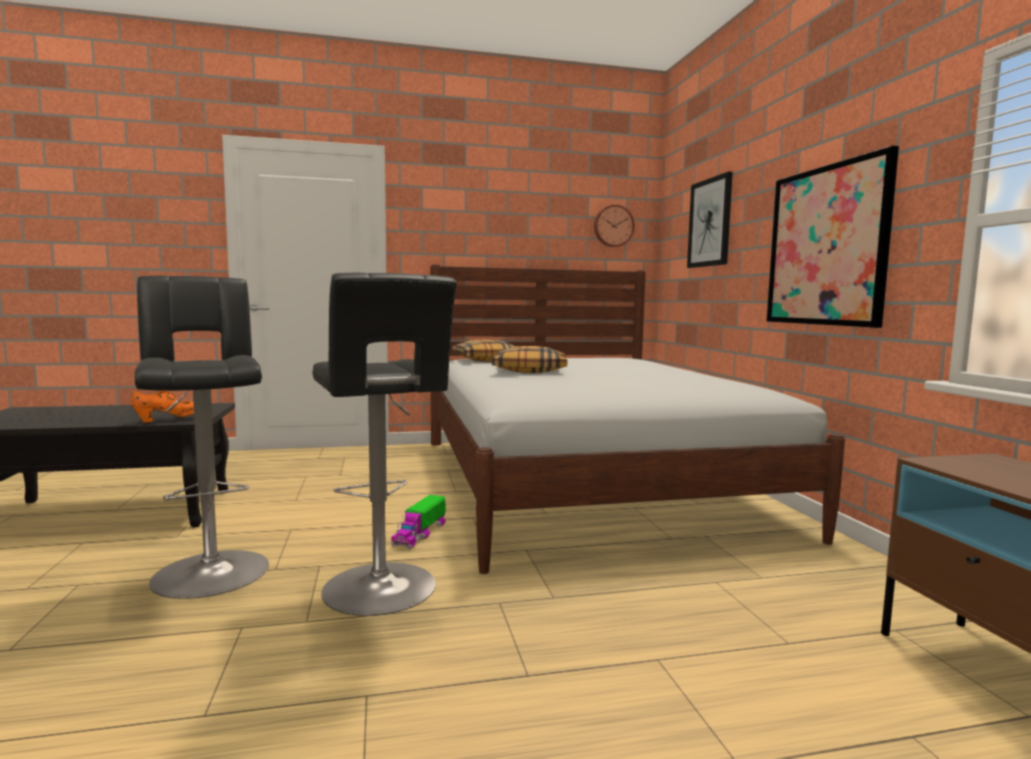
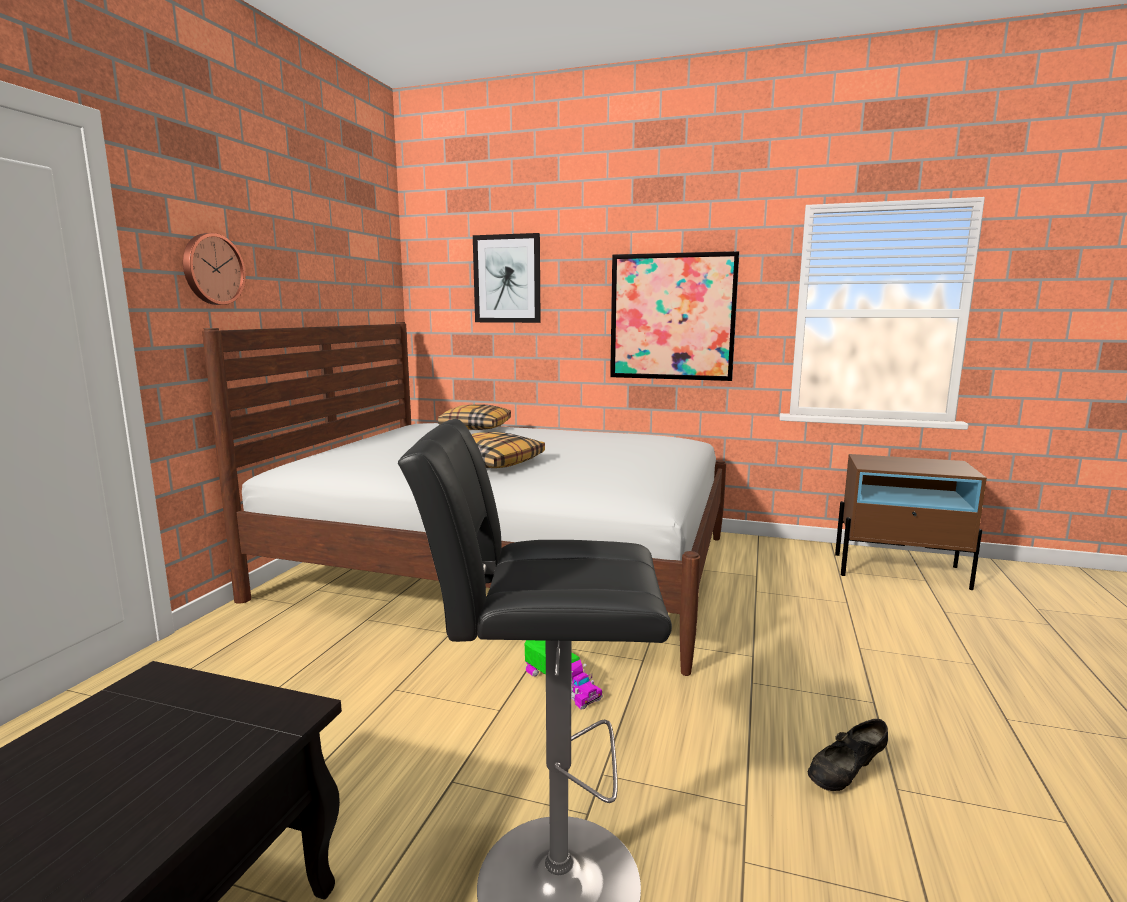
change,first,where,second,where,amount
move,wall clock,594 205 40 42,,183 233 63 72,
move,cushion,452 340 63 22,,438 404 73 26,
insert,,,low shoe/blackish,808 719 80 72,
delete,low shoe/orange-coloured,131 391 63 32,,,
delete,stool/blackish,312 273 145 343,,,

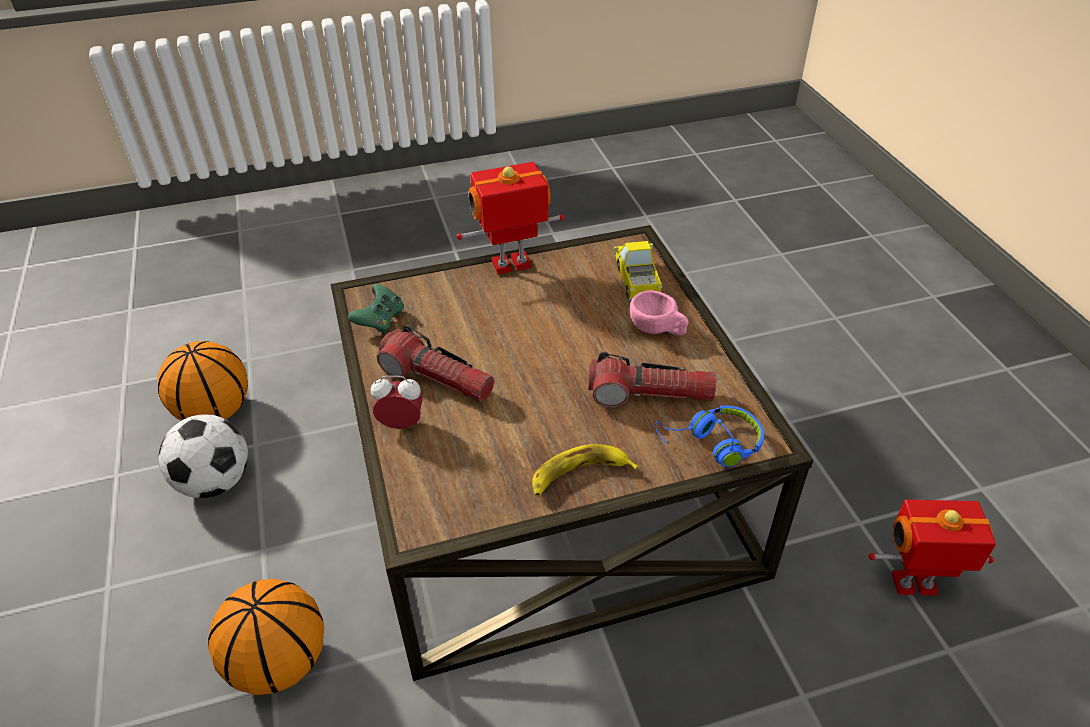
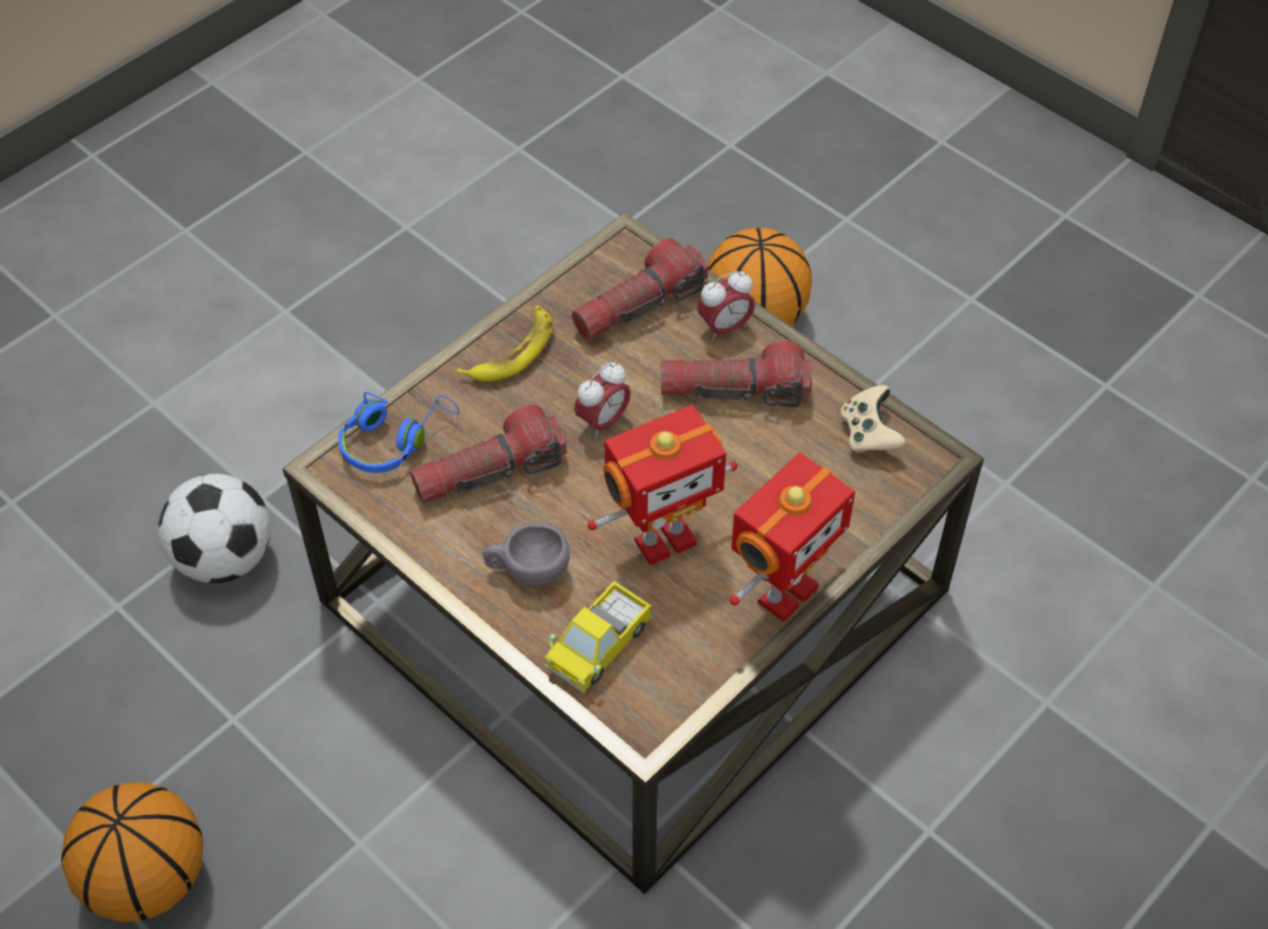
change,first,where,second,where,amount
move,ball for basketball,158 341 90 80,,61 782 142 140,
move,football ball,158 414 90 84,,158 474 113 109,
recolor,small cup/pink-coloured,630 290 59 45,small cup/grey,483 524 87 62,
rotate,toy truck,614 241 49 60,,544 581 109 113,75 degrees clockwise
insert,,,flashlight,571 238 137 102,
insert,,,bedside clock,574 362 57 77,
move,model robot,868 499 128 97,,587 405 150 160,
recolor,joypad/greenish,348 284 56 49,joypad/beige,840 385 66 68,

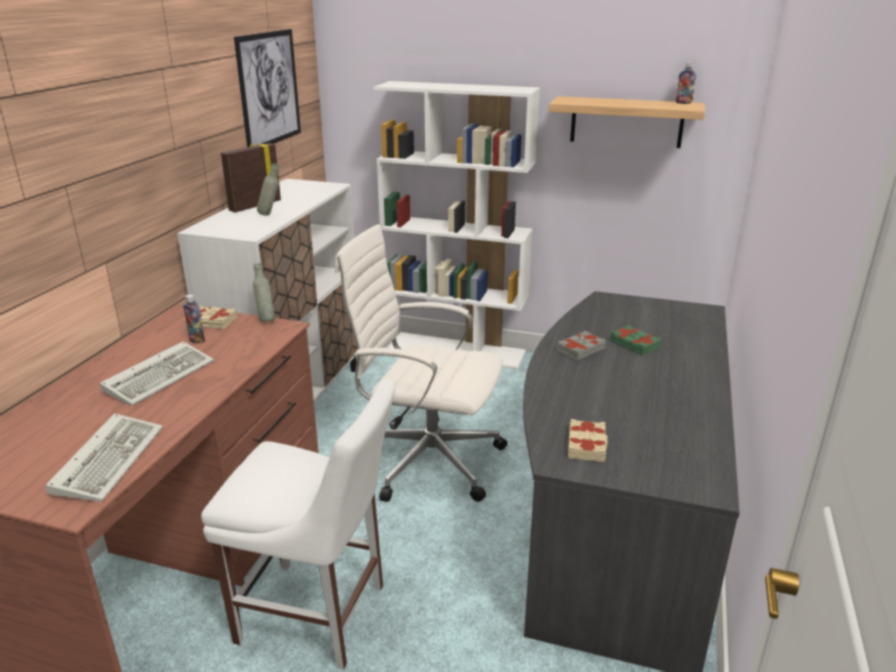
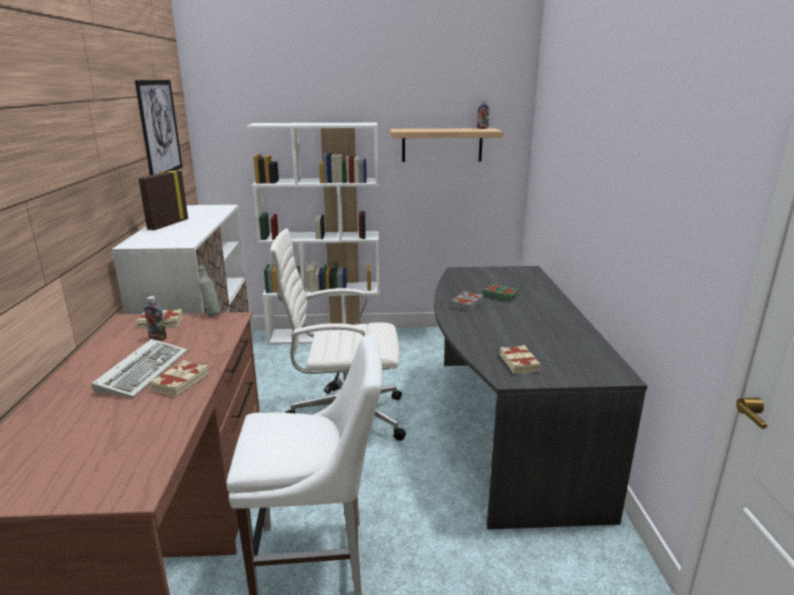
change,first,where,second,where,amount
insert,,,volume/beige,150 360 59 37,
delete,computer keyboard,46 413 117 89,,,
delete,beverage bottle/grey,257 163 22 53,,,

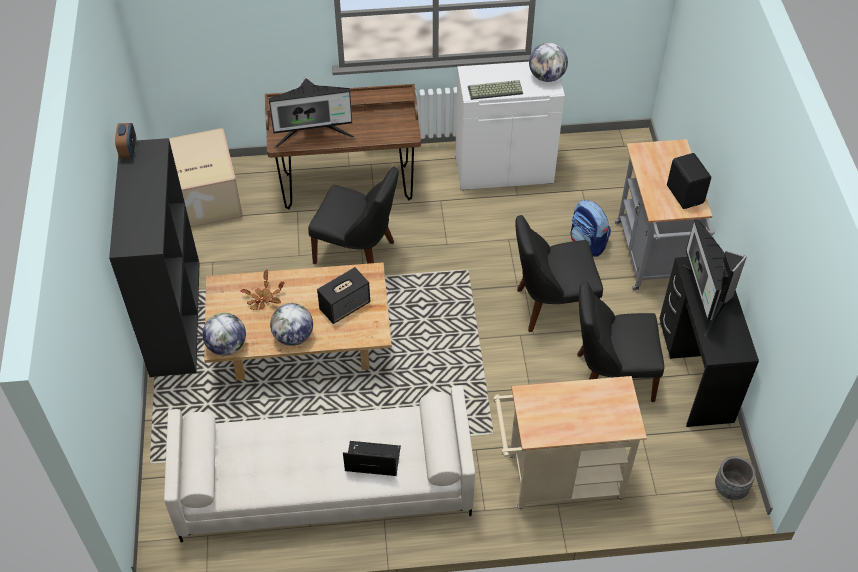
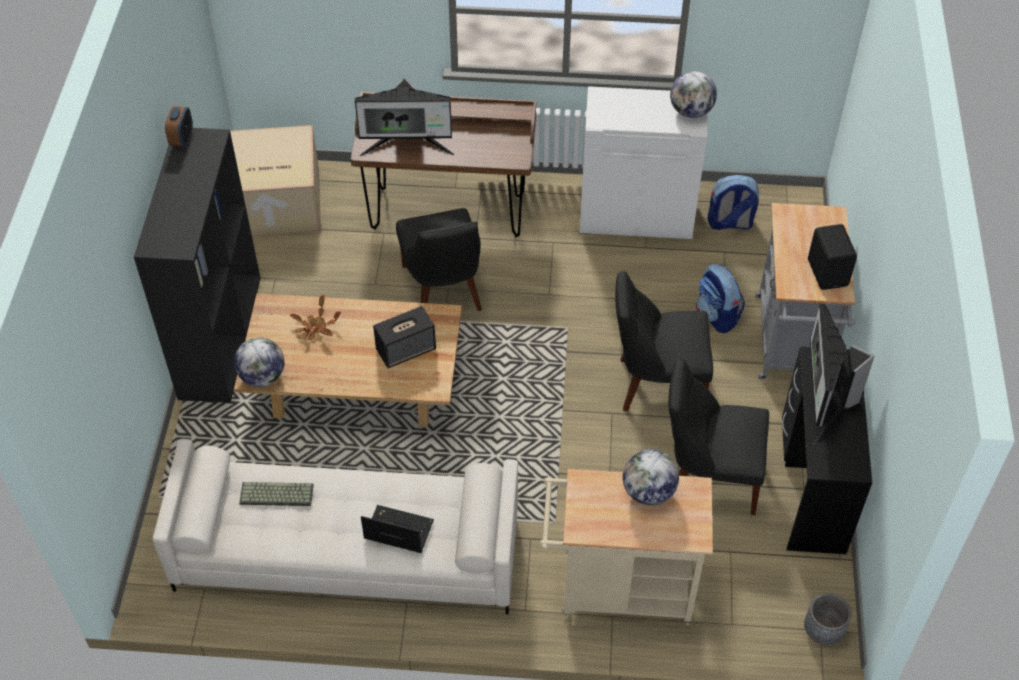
change,first,where,second,where,amount
move,computer keyboard,468 80 55 20,,239 482 75 24,
rotate,chair/blackish,308 167 91 97,,396 208 86 103,45 degrees clockwise
move,globe,270 303 43 43,,623 449 56 57,
insert,,,backpack,708 175 51 55,

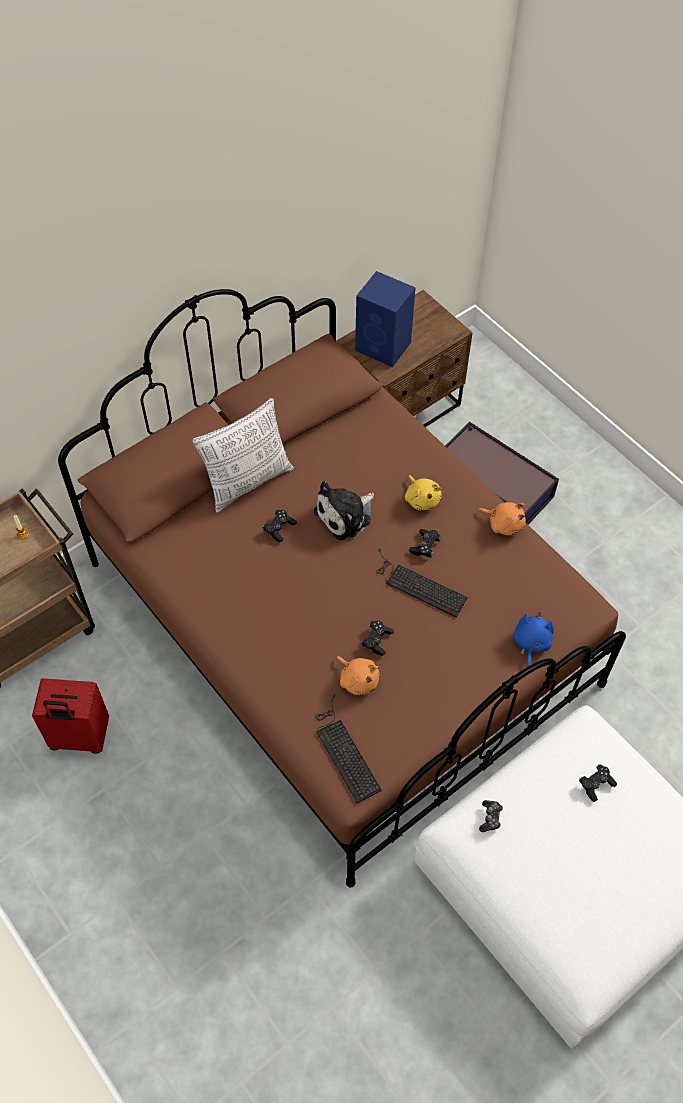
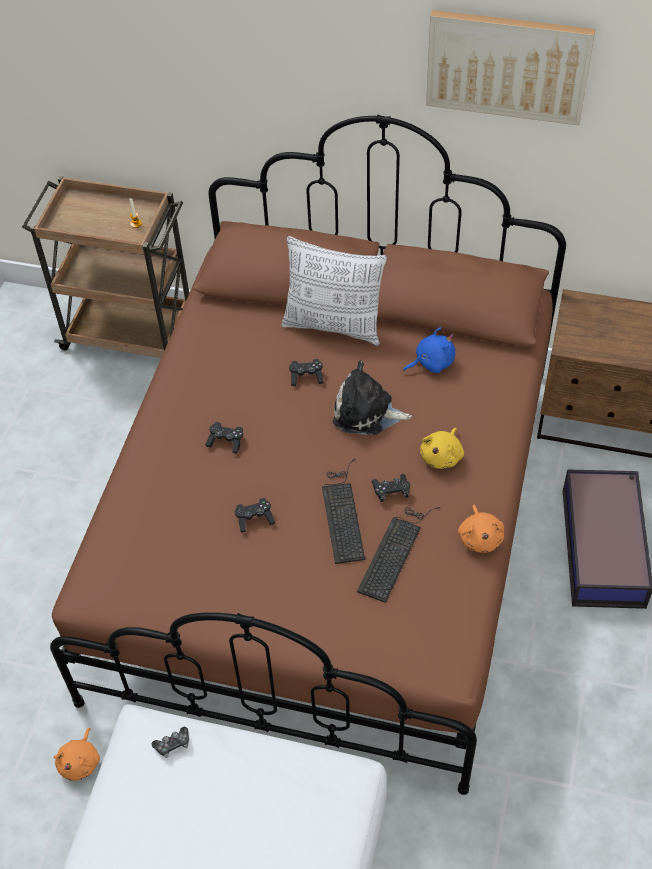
change,first,where,second,where,amount
move,plush toy/orange-coloured,337 656 43 40,,54 728 46 53,
move,joypad/blackish,579 765 38 37,,205 422 38 32,
move,computer keyboard,315 694 67 110,,357 507 83 96,
move,plush toy/blue-coloured,513 611 41 57,,403 327 52 46,
insert,,,picture,426 10 170 115,
delete,travel case/reddish,32 678 77 76,,,
delete,loudspeaker/blue-coloured,355 271 61 96,,,

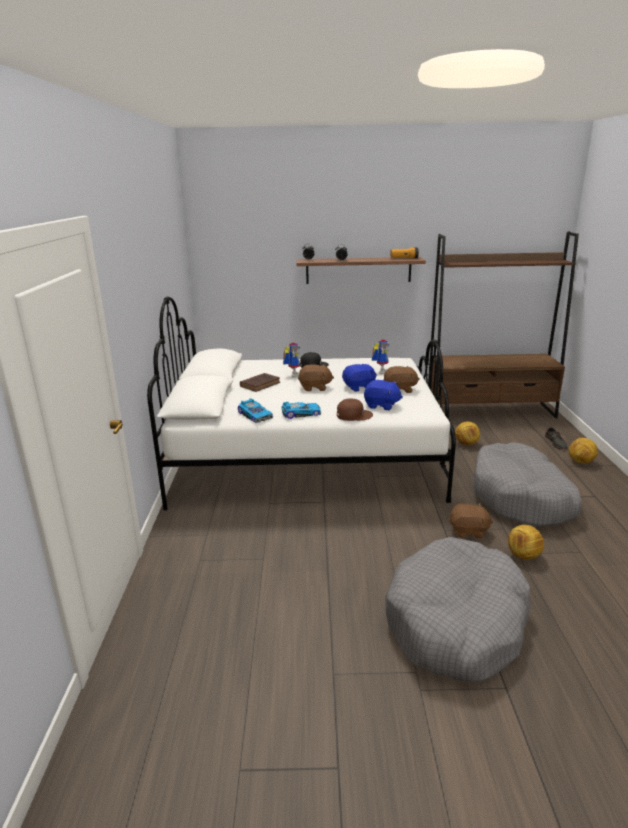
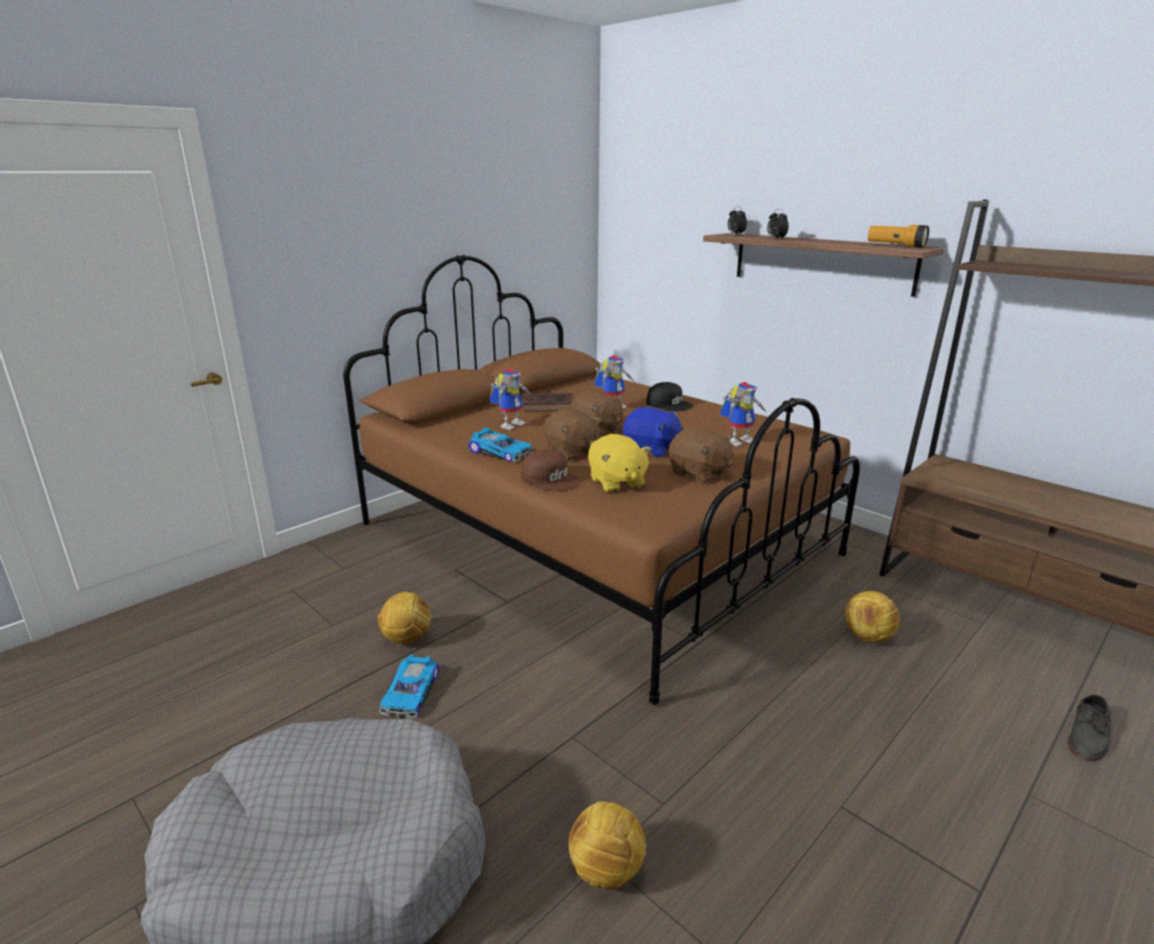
change,first,where,second,where,amount
recolor,sleeping bed/white,147 296 309 214,sleeping bed/brown-coloured,343 255 517 450,
move,football ball,569 438 29 26,,377 592 54 52,
move,toy car,238 398 35 25,,379 654 60 64,
insert,,,model robot,490 369 42 61,
move,plush toy/brown-coloured,449 503 44 36,,543 409 59 52,
recolor,plush toy/blue-coloured,364 380 39 30,plush toy/yellow-coloured,588 434 64 59,
delete,dog bed/grey,473 442 109 85,,,

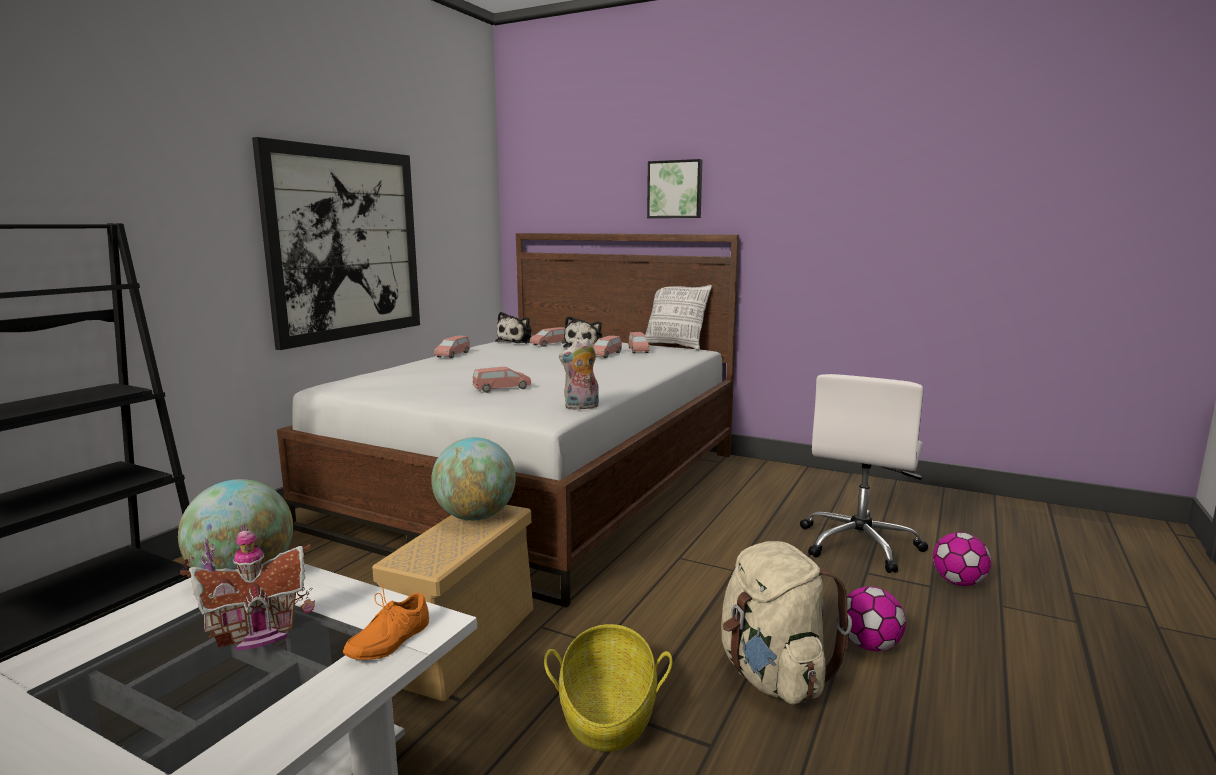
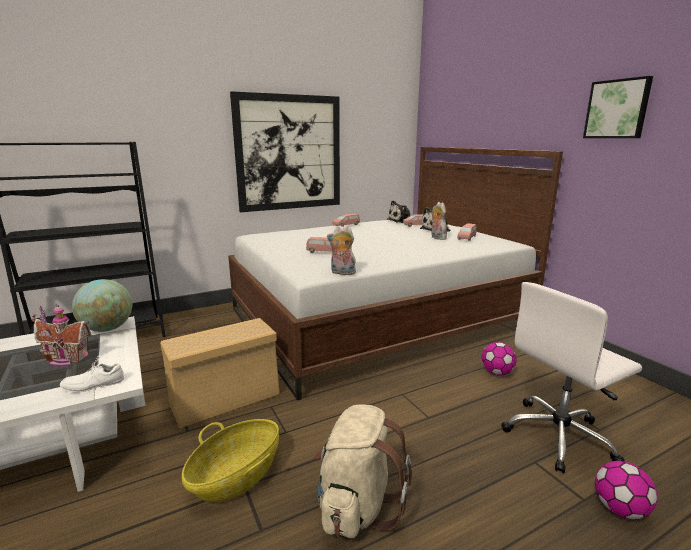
change,first,where,second,where,amount
recolor,low shoe/orange-coloured,343 584 86 76,low shoe/white,60 353 64 40,
replace,toy car/pink-coloured,593 336 29 22,plush toy,431 202 16 38,
move,football ball,847 587 59 64,,482 342 34 34,
move,picture,647 159 55 59,,583 76 70 62,
delete,globe,431 437 85 84,,,
delete,cushion,645 285 67 66,,,

